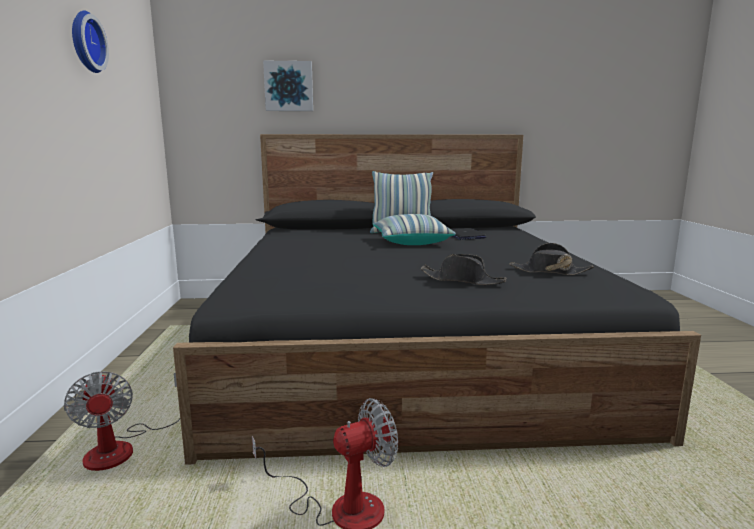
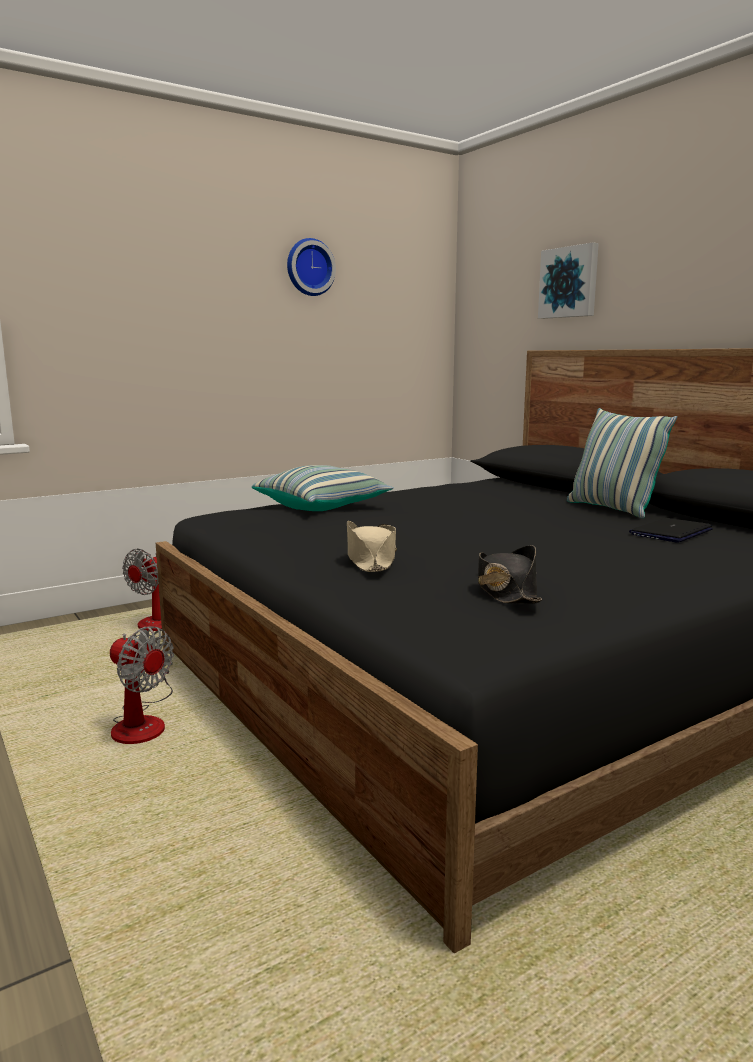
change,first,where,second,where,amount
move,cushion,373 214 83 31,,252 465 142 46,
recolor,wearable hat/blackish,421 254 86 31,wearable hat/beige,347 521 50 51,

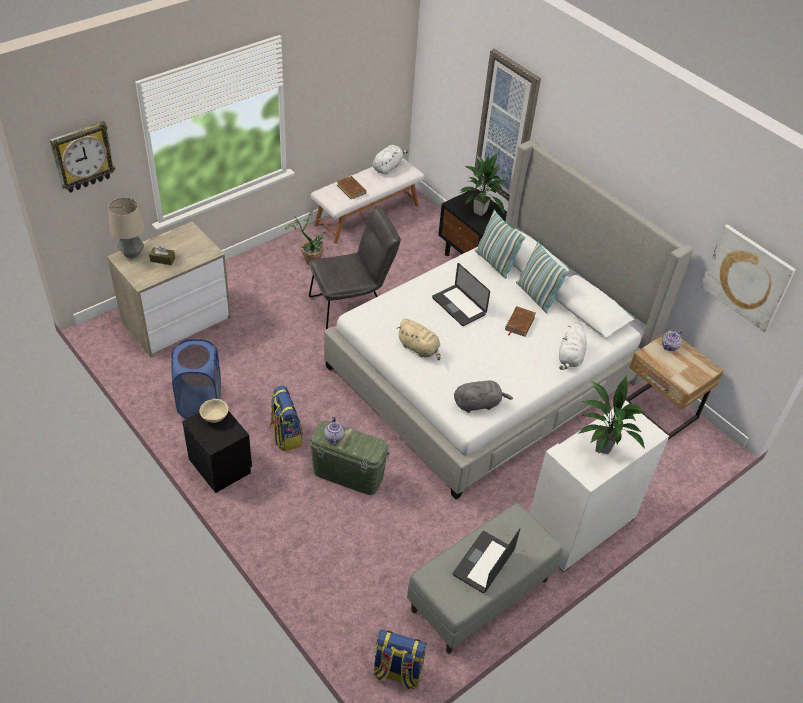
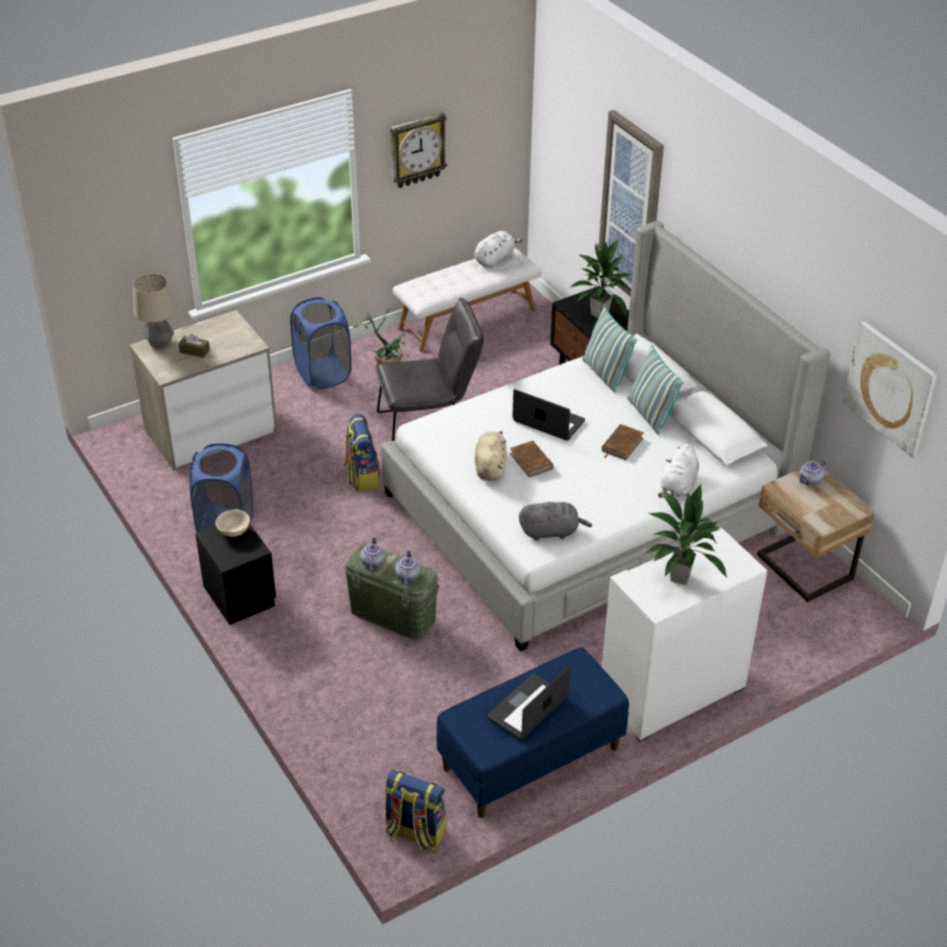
change,first,where,second,where,amount
insert,,,washing basket/blue-coloured,290 297 62 92,
move,backpack,270 385 33 67,,344 414 37 78,
move,wall clock,50 121 66 72,,390 112 57 76,
insert,,,pot for tea,395 550 25 35,
recolor,bench/grey,407 503 155 150,bench/blue-coloured,436 647 193 171,
rotate,plush toy/beige,396 319 45 41,,475 431 32 50,135 degrees counterclockwise
move,volume/brown-coloured,337 176 29 23,,510 441 43 36,
rotate,portable computer,432 263 58 63,,512 389 73 52,150 degrees clockwise

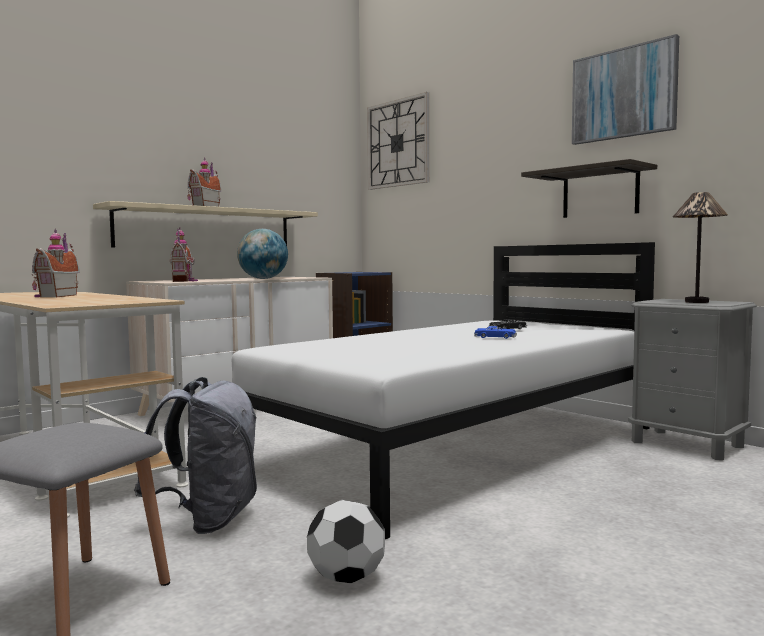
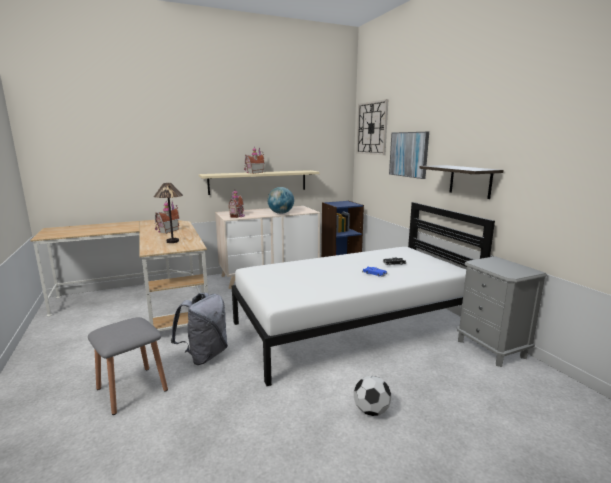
change,first,where,second,where,amount
move,table lamp,673 192 55 111,,154 183 29 60,
move,football ball,307 500 78 83,,354 376 37 40,
move,picture,572 34 107 111,,389 132 40 47,

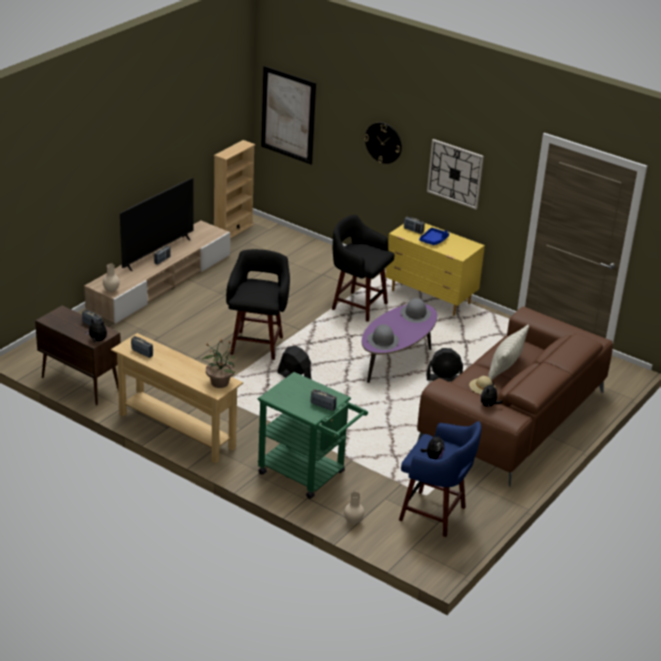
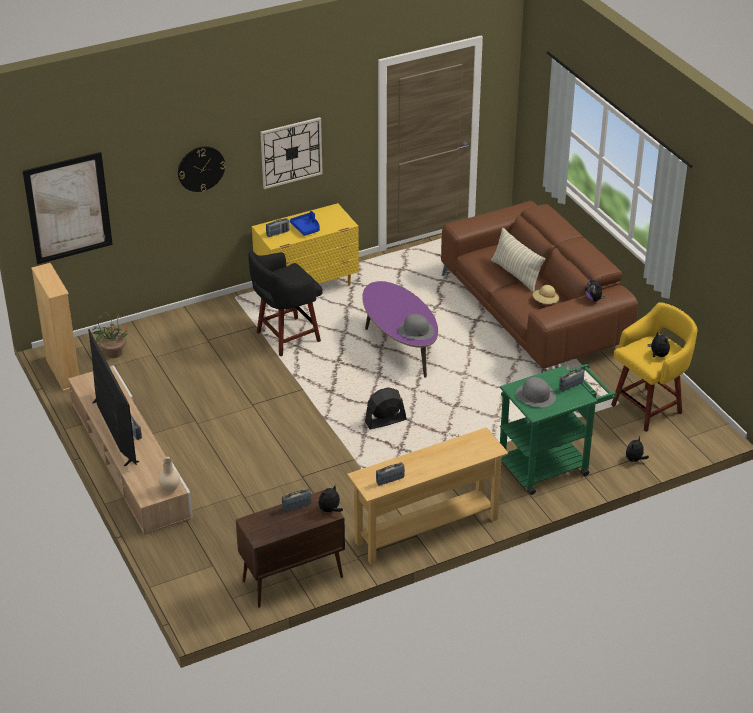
change,first,where,second,where,amount
move,houseplant,202 338 34 50,,93 313 36 45,
move,wearable hat/grey,401 298 30 25,,516 377 40 30,
recolor,stool/blue-coloured,399 421 83 116,stool/yellow-coloured,611 302 86 130,
replace,vase/beige,344 492 20 32,plush toy,626 436 23 26,
delete,stool/blackish,226 249 64 111,,,
delete,electric fan/blackish,426 348 37 34,,,

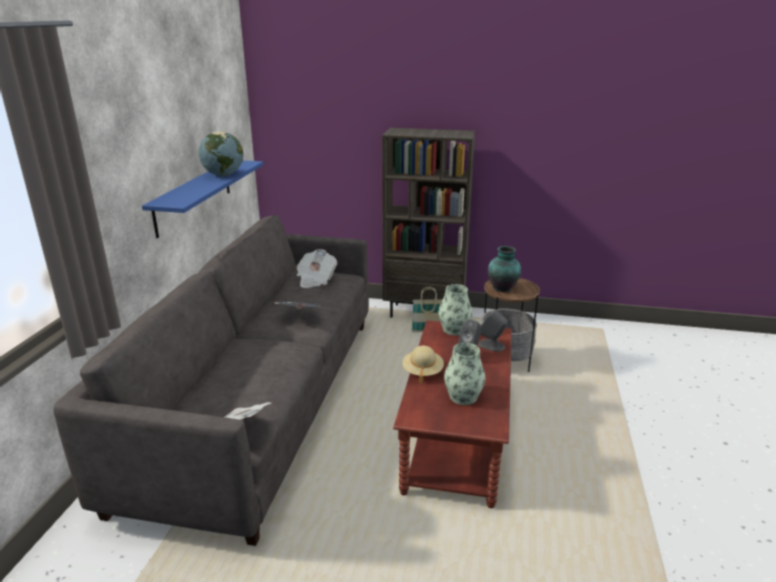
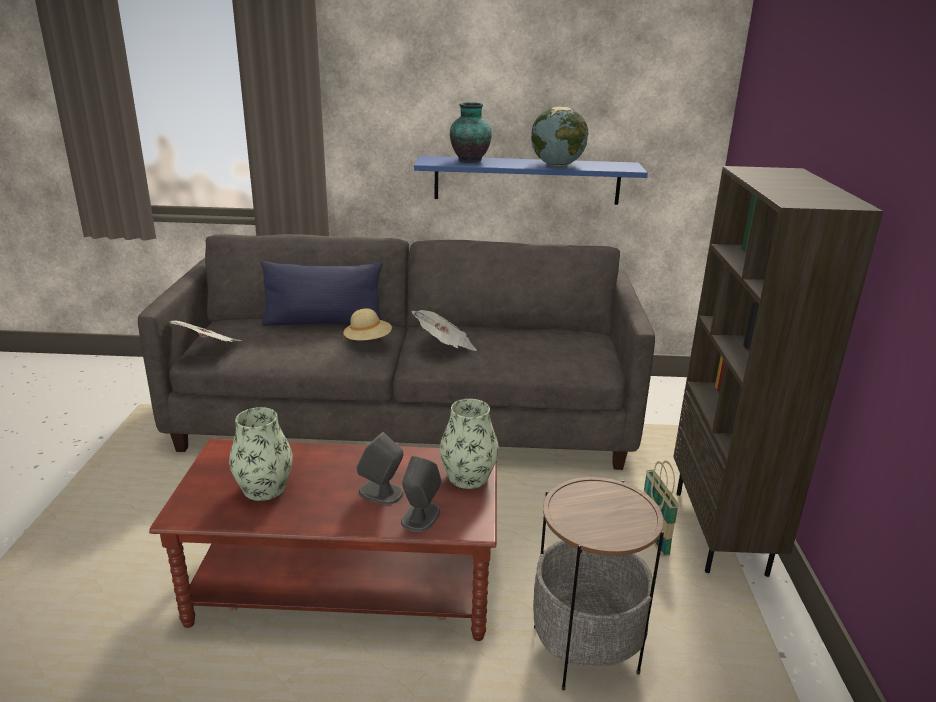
change,first,where,second,where,amount
insert,,,cushion/blue-coloured,261 261 122 65,
move,wearable hat/beige,402 346 42 38,,343 308 49 32,
move,vase,488 246 33 46,,450 102 42 61,
delete,printed paper,297 249 40 39,,,

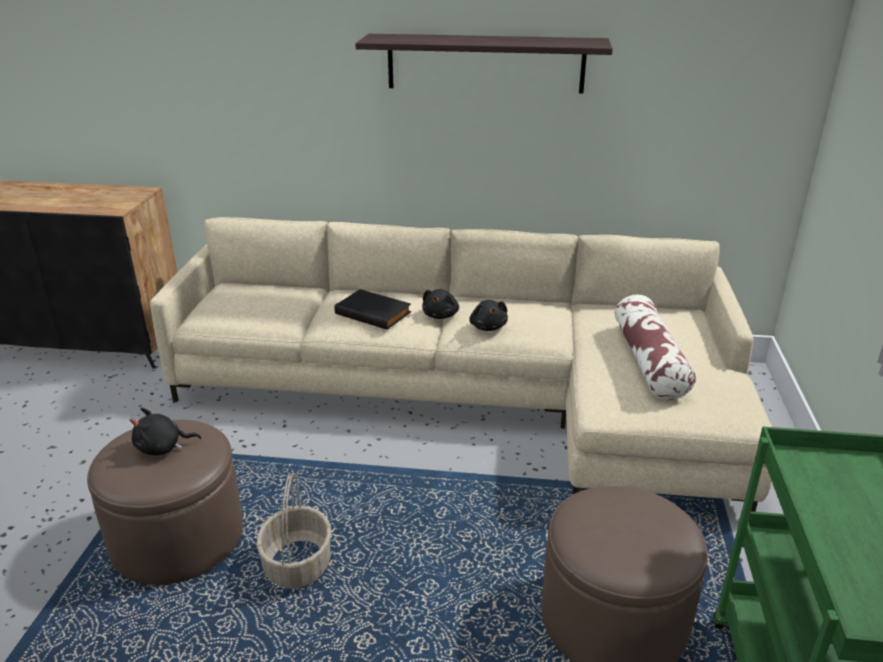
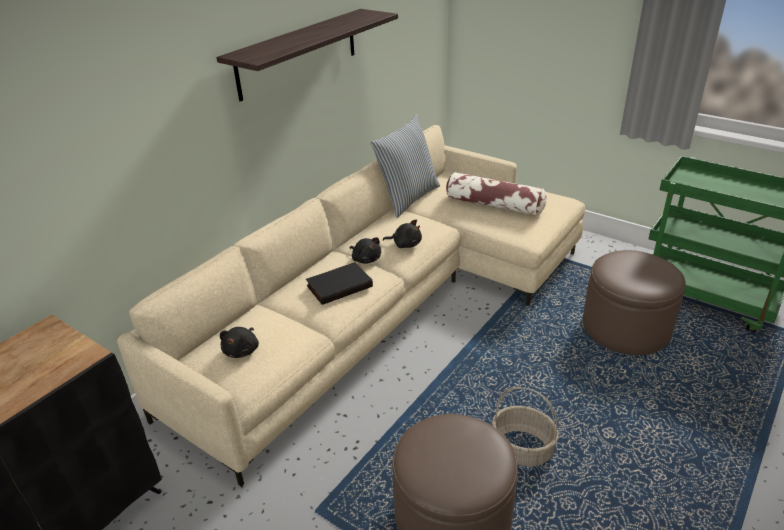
change,first,where,second,where,amount
move,plush toy/blackish,130 408 71 47,,220 327 39 31,
insert,,,cushion,370 115 70 103,

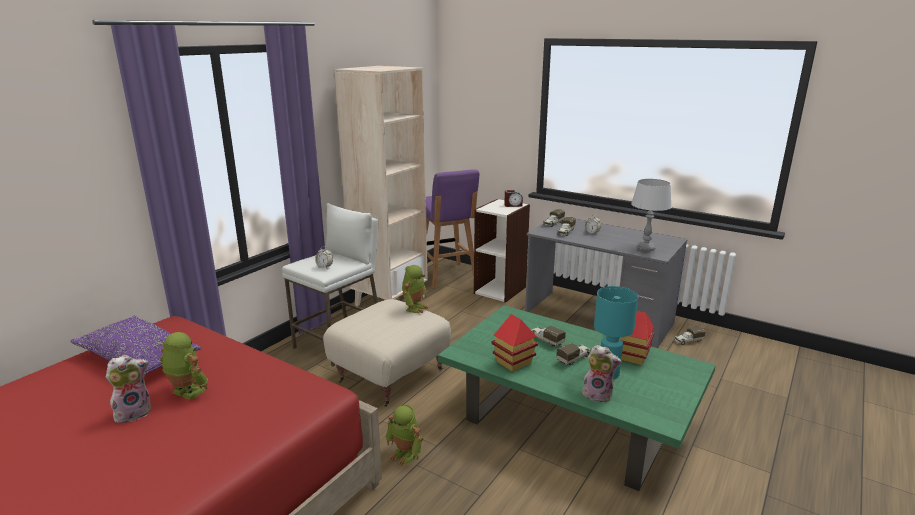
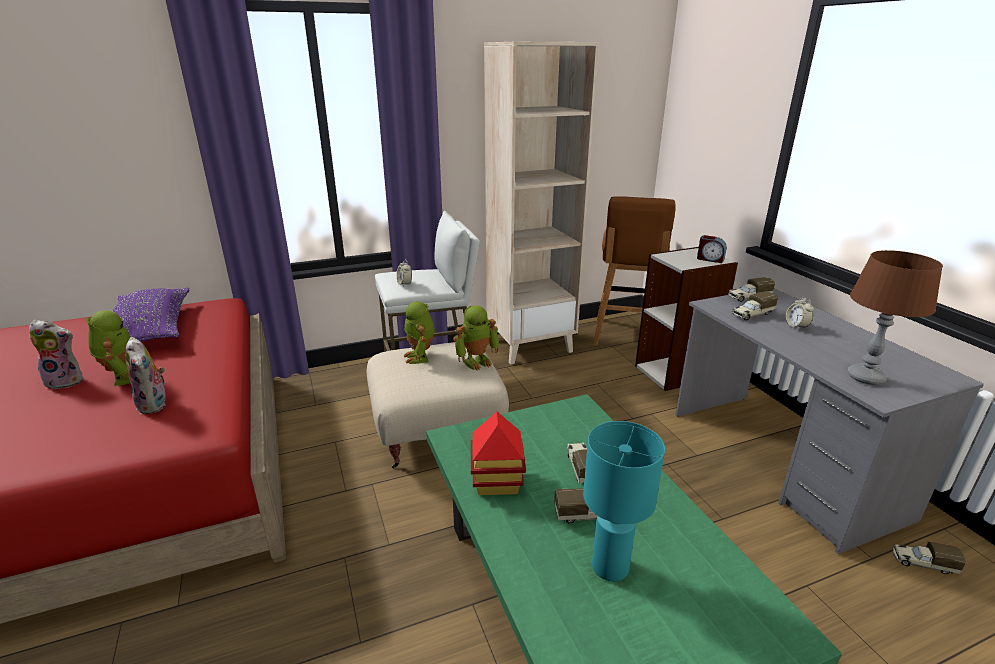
change,first,where,second,where,amount
move,plush toy,582 345 40 58,,125 337 41 77,
move,model robot,386 405 37 61,,404 302 31 62,
recolor,stool/purple-coloured,426 170 54 118,stool/brown-coloured,593 196 83 149,
recolor,table lamp/grey,631 179 41 73,table lamp/brown-coloured,848 250 95 135,
delete,miniature house,619 311 36 54,,,

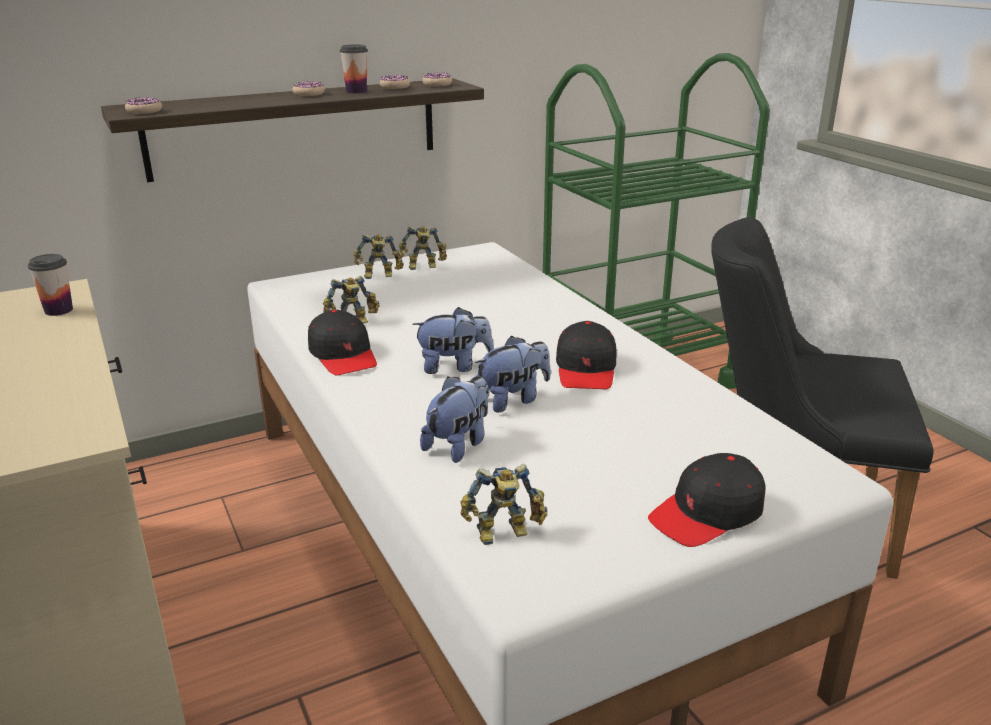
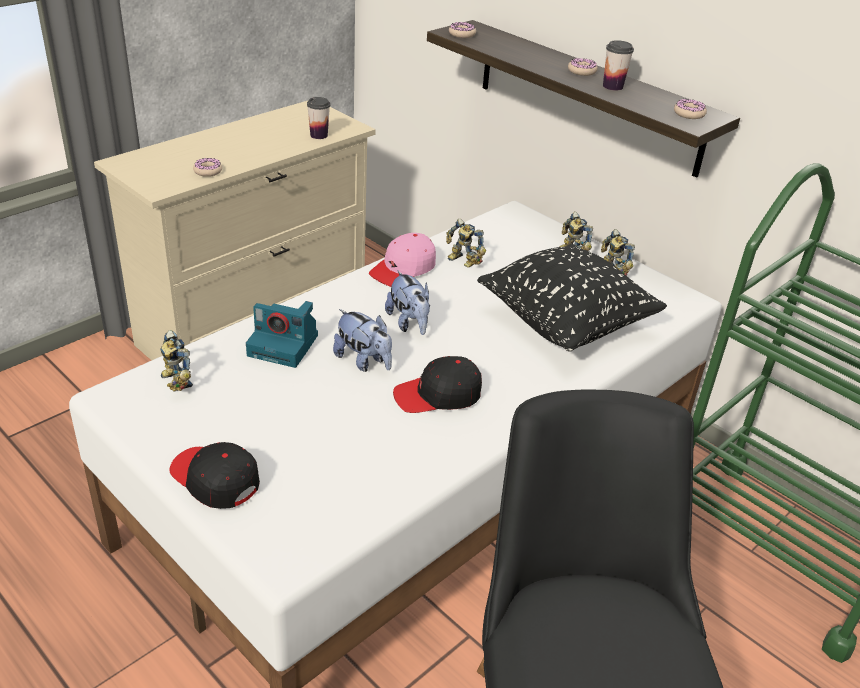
change,first,where,second,where,amount
move,donut,380 75 30 14,,193 158 29 19,
replace,plush toy,420 376 69 87,photo camera,246 301 72 67,
recolor,peaked cap/blackish,308 310 69 65,peaked cap/pink-coloured,369 233 67 54,
insert,,,cushion/blackish,477 244 190 107,

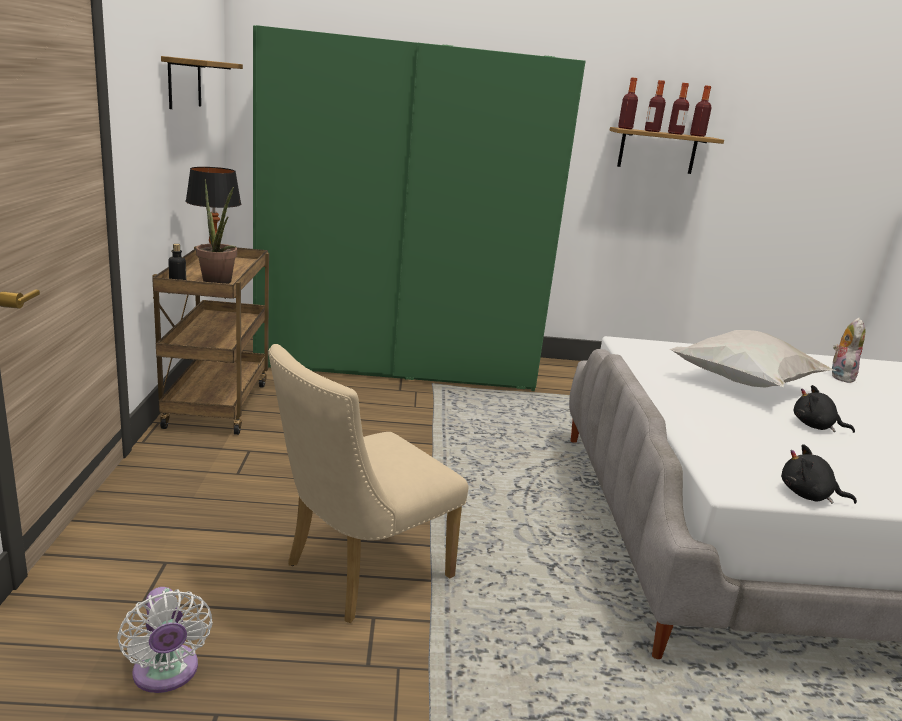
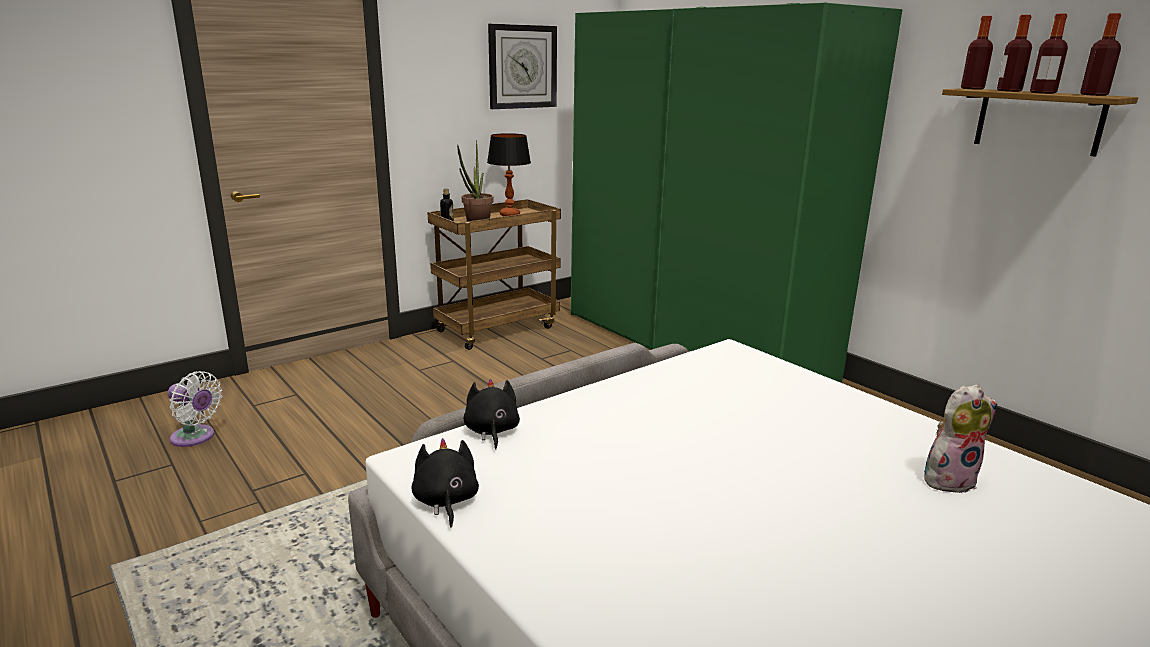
change,first,where,second,where,amount
rotate,electric fan/white,117 587 96 106,,168 371 54 76,90 degrees counterclockwise
move,plush toy/blackish,793 385 62 48,,464 379 56 70,
replace,wall shelf,161 56 82 53,wall clock,488 24 69 85,
delete,chair/beige,268 344 200 279,,,
delete,cushion/white,670 330 166 58,,,

